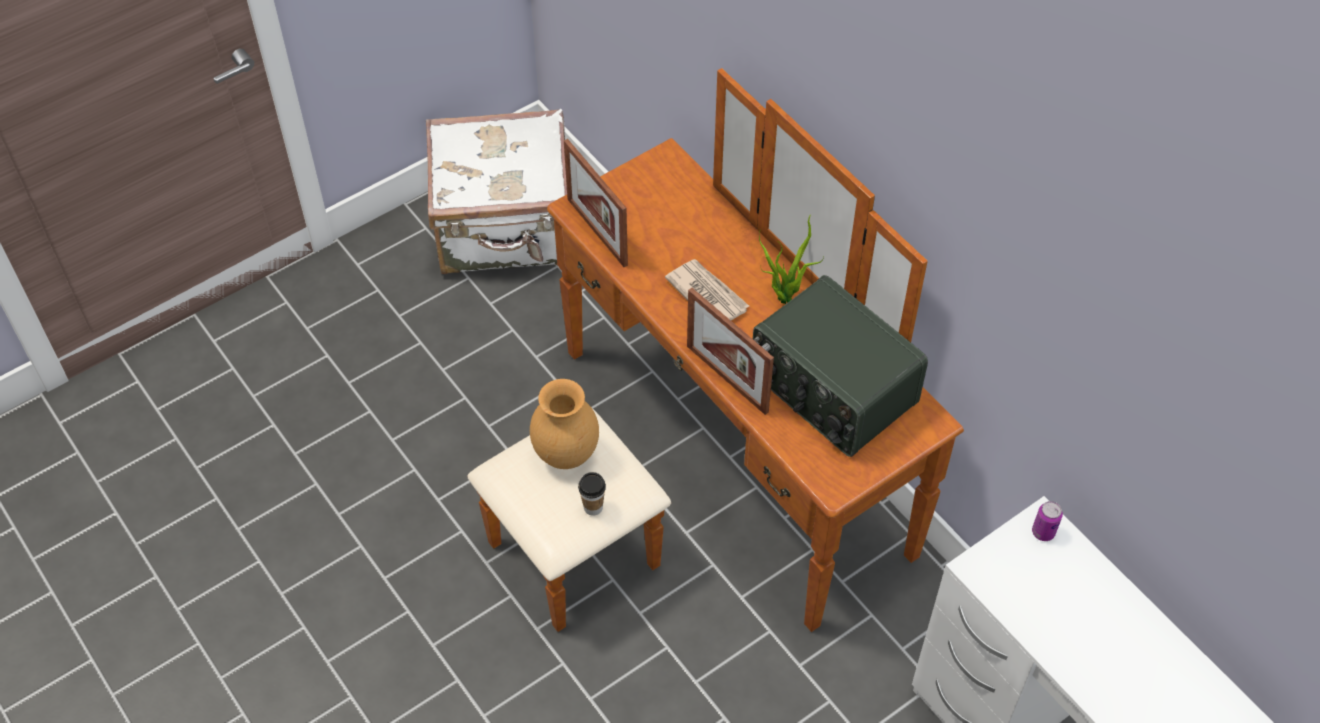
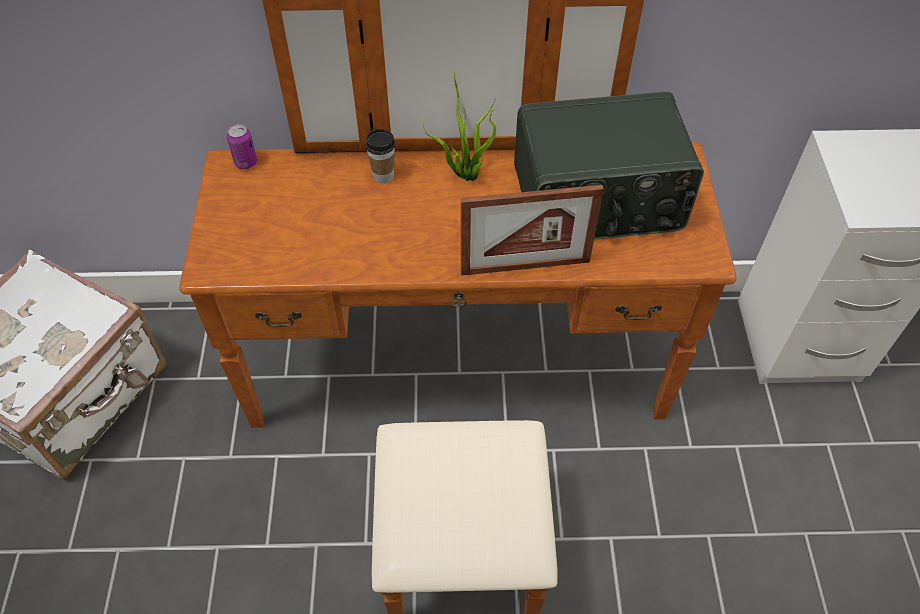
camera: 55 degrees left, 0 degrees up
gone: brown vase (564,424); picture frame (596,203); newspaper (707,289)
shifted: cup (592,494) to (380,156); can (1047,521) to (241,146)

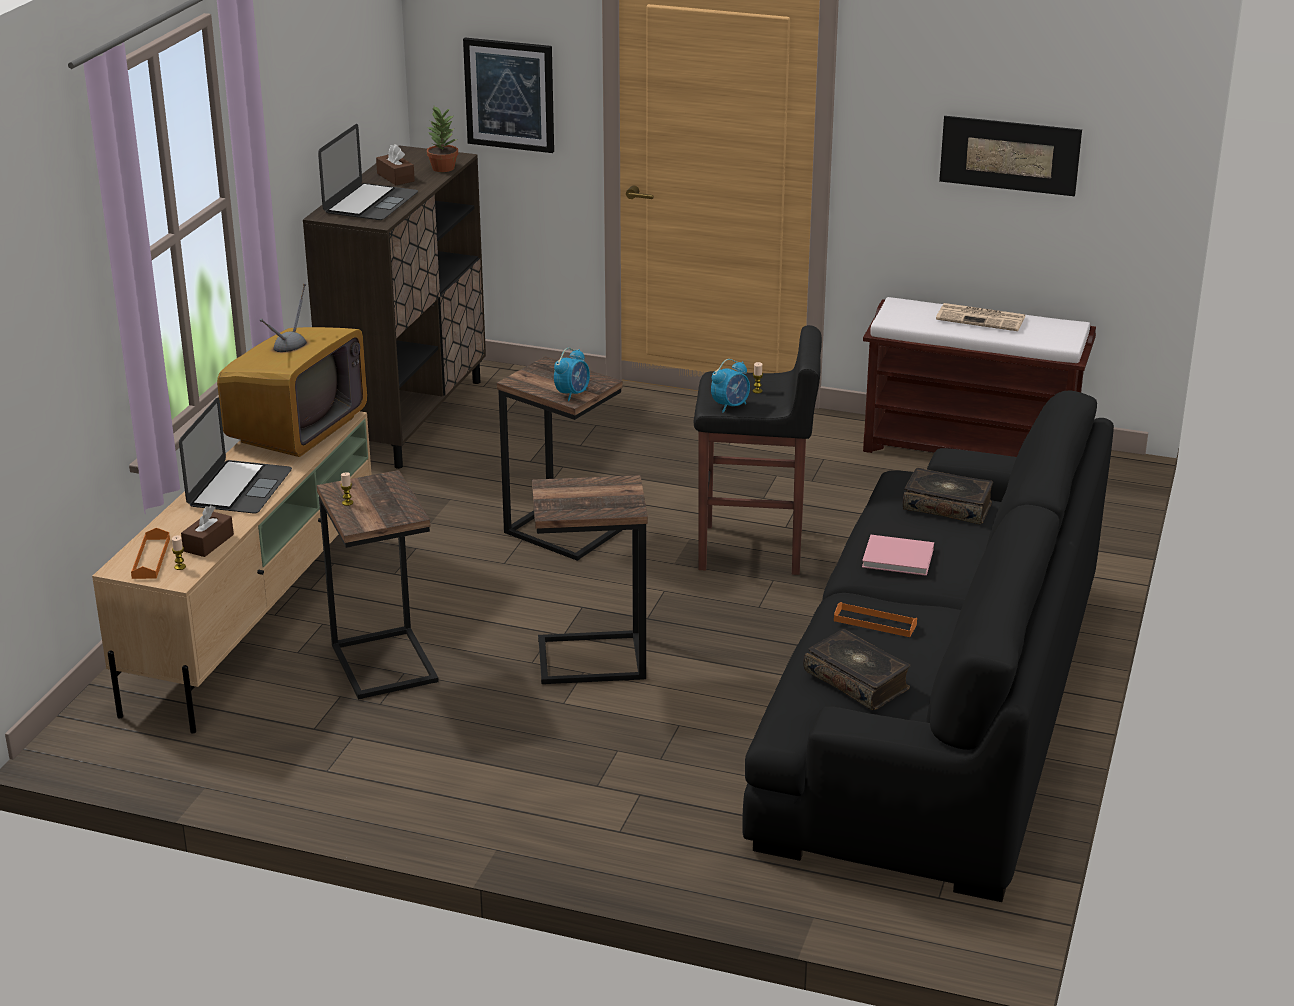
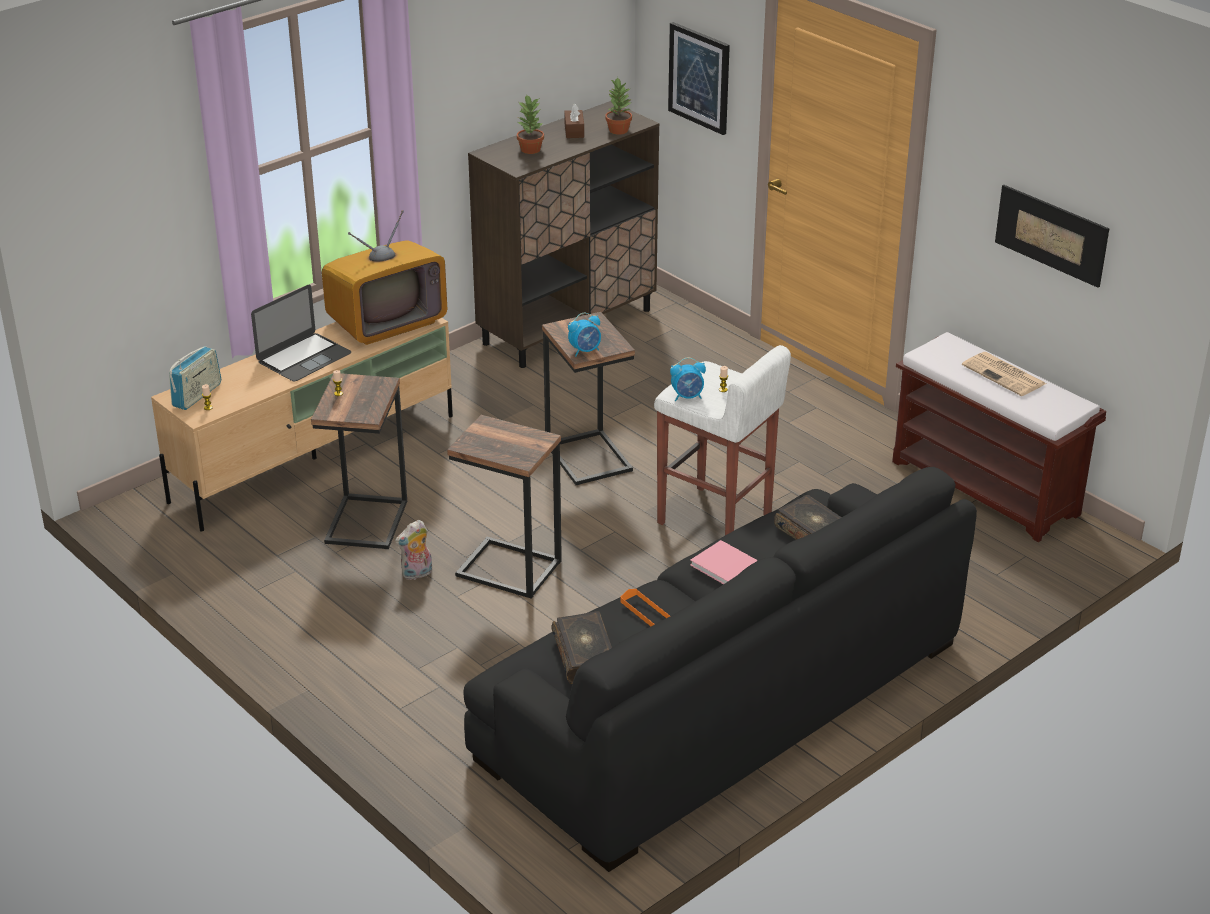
camera: 30 degrees right, 5 degrees up
gone: brown tissue box (207,531)
new: plush toy (413,550)
swapped: orange tray (150,553) to radio (195,378); laptop (368,172) to potted plant (530,124)
repainted: black stool (758,450) to white stool (722,440)

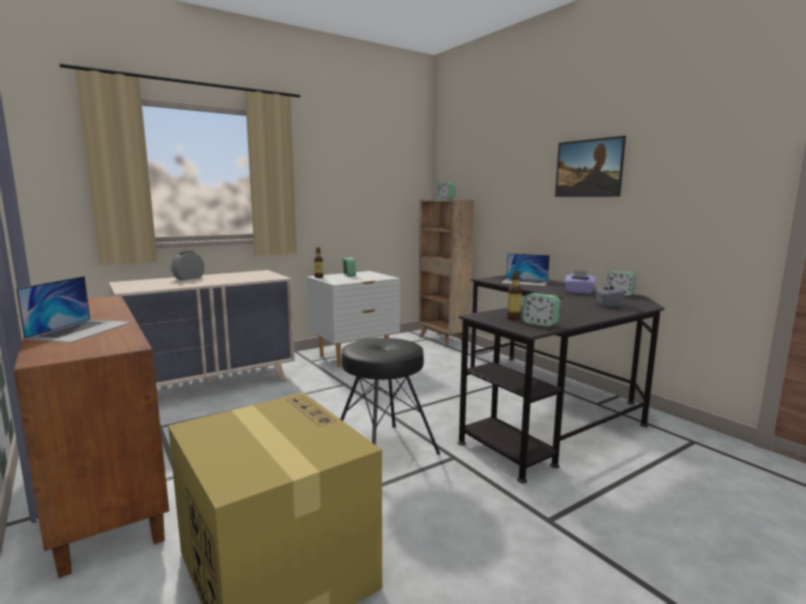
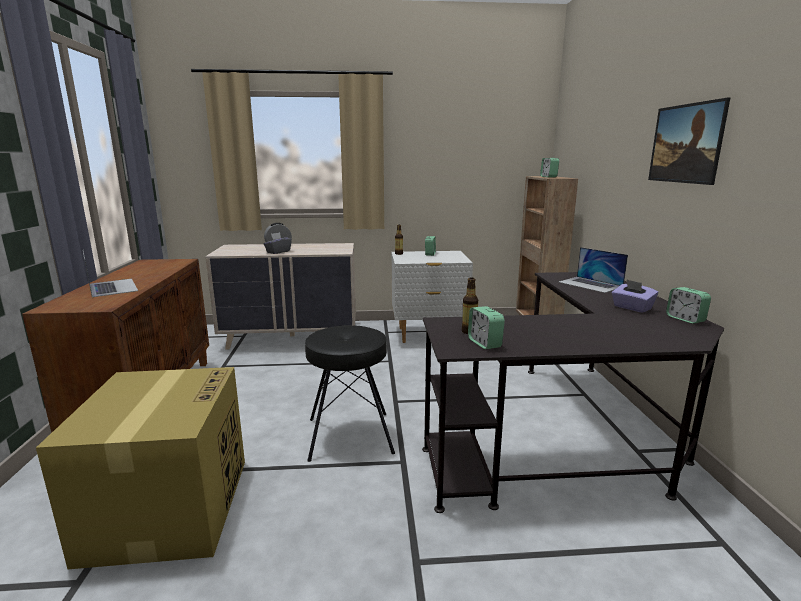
camera: 30 degrees right, 5 degrees up
shifted: grey tissue box (609,293) to (278,243)
rotated: laptop (73,309) = (110,274) 75 degrees counterclockwise

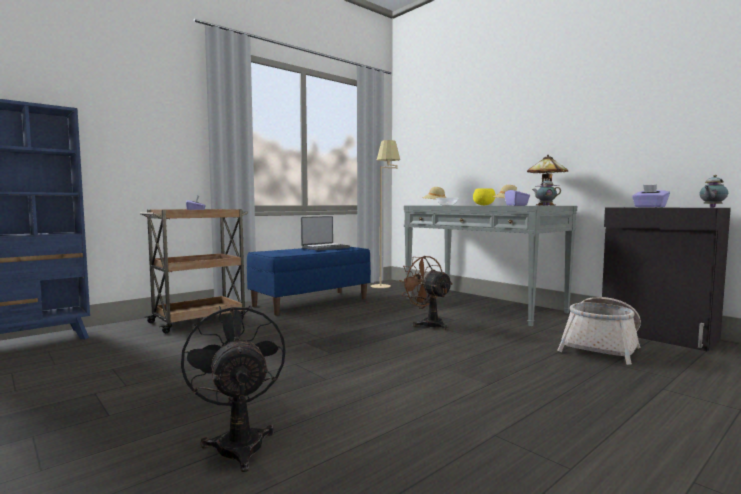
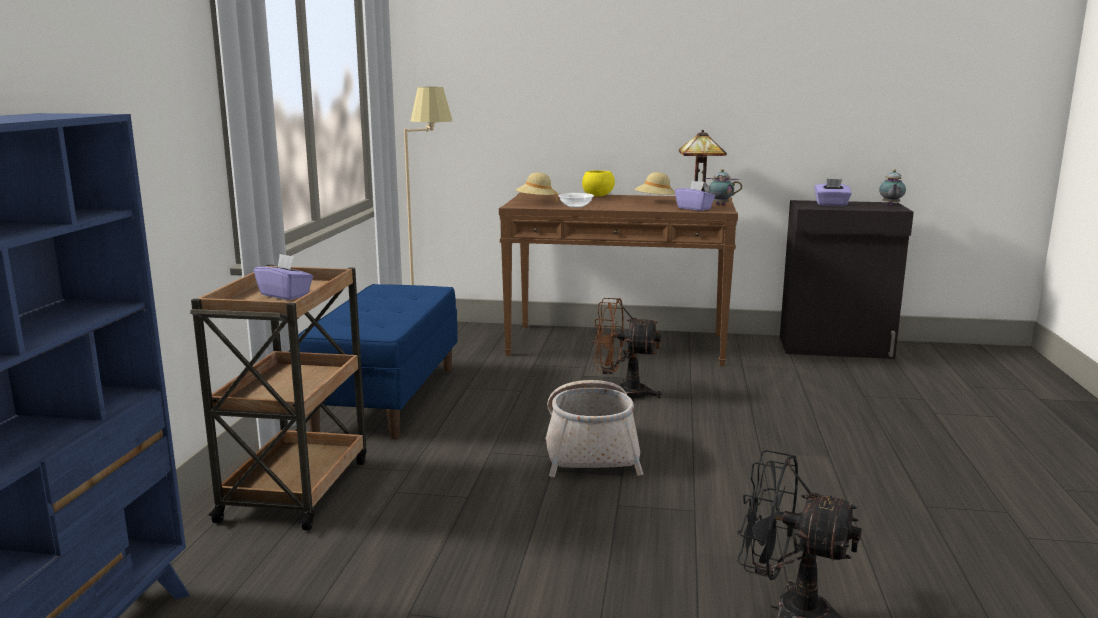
camera: 40 degrees left, 10 degrees up
gone: laptop (325,233)
shifted: basket (599,331) to (594,428)
repainted: grey console table (490,265) to brown console table (618,279)

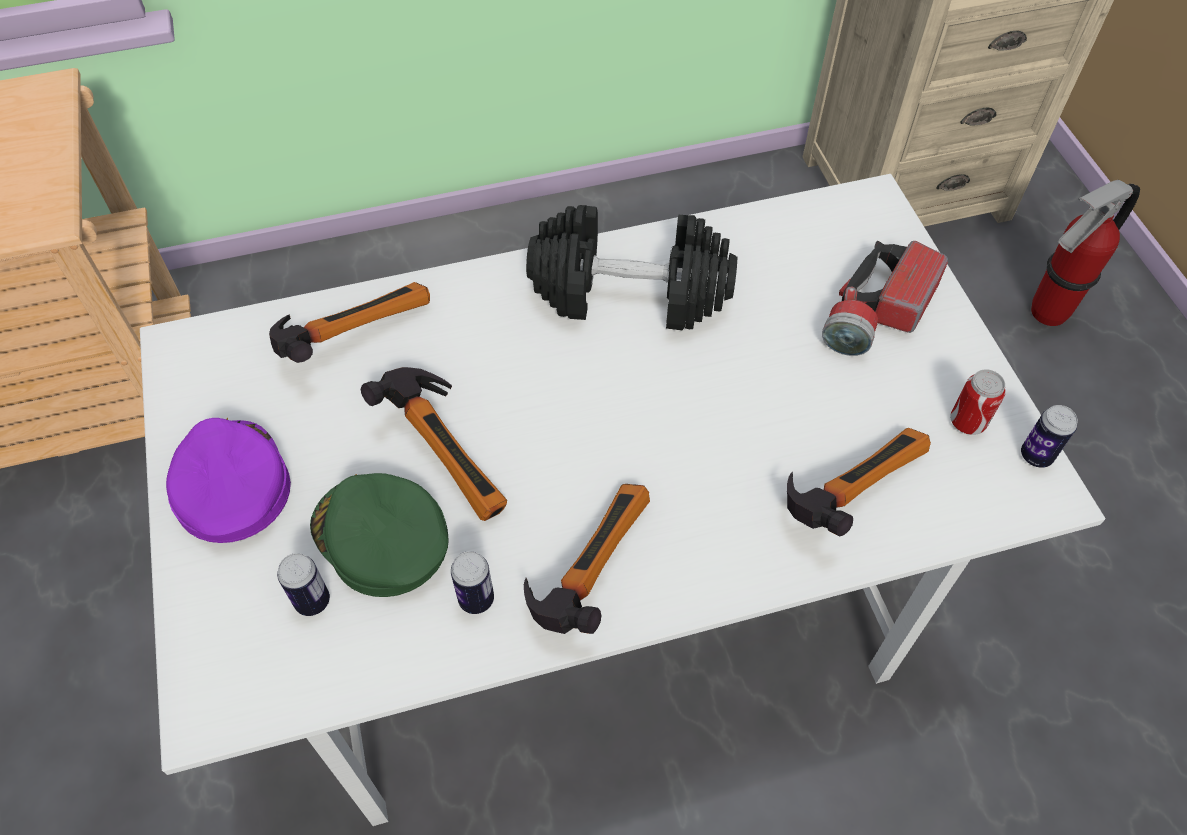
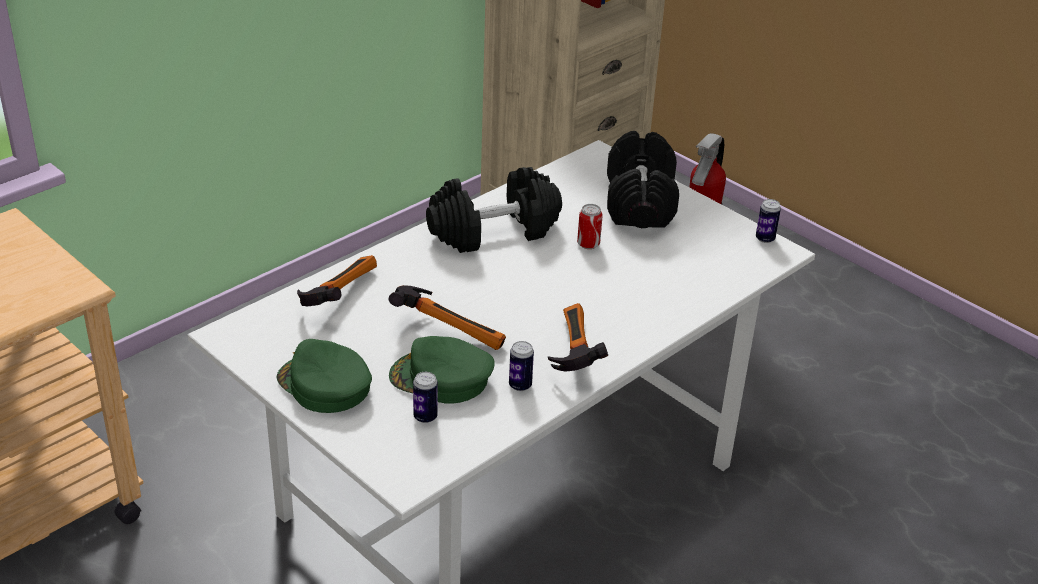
camera: 30 degrees left, 20 degrees down
gone: hammer (859,482)
shifted: can (977,402) to (590,226)
swapped: flashlight (885,298) to black dumbbell (643,179)
repainted: purple cap (228,480) to green cap (324,376)

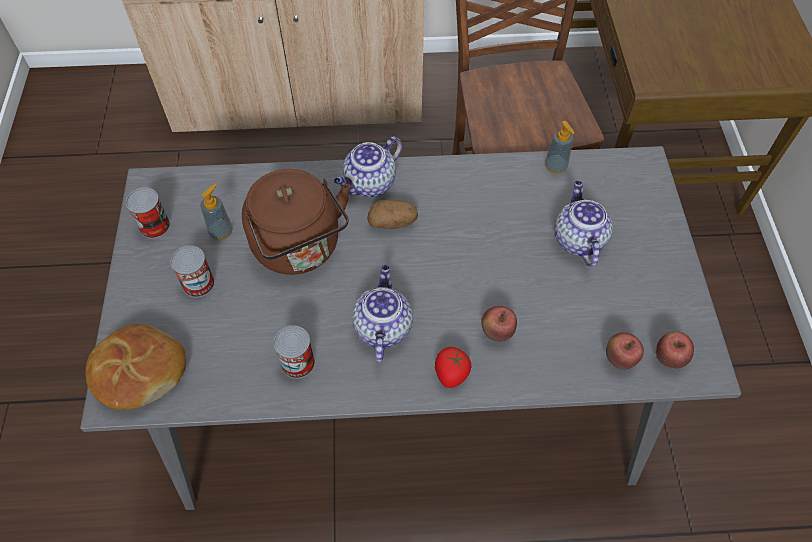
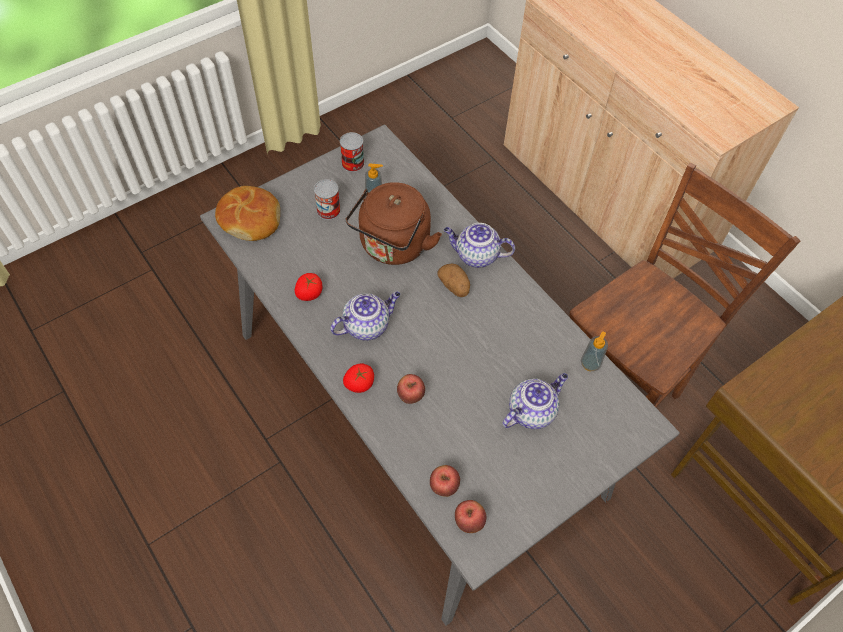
camera: 55 degrees right, 0 degrees up
swapped: can (294,352) to tomato (308,287)

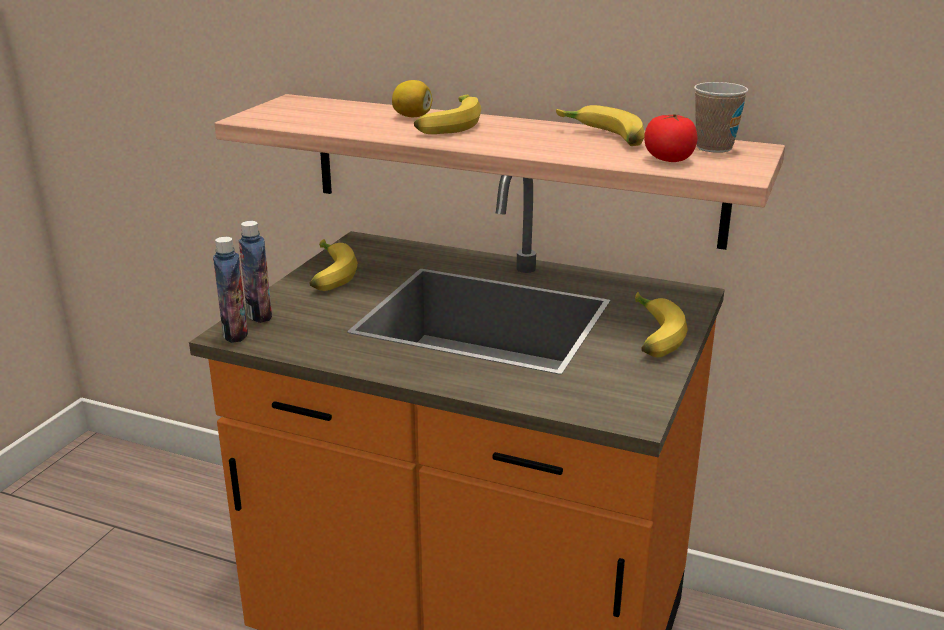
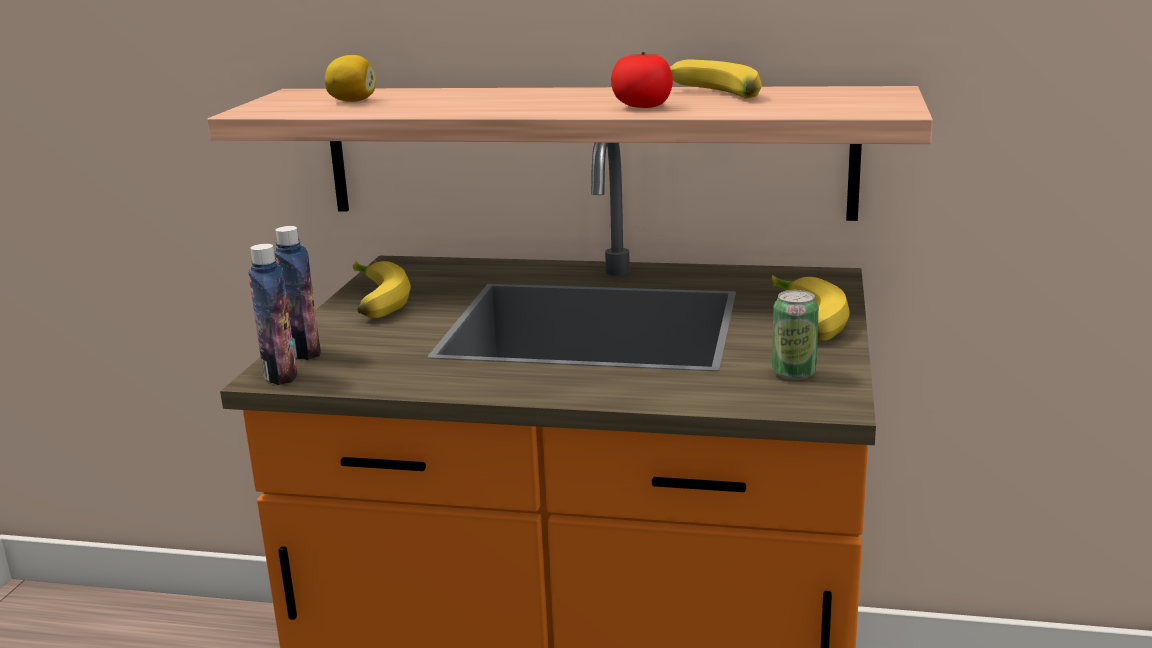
camera: 10 degrees left, 5 degrees down
gone: banana (447,114); cup (721,117)
new: can (795,335)
shifted: lemon (412,98) to (350,78); tomato (671,138) to (642,80)

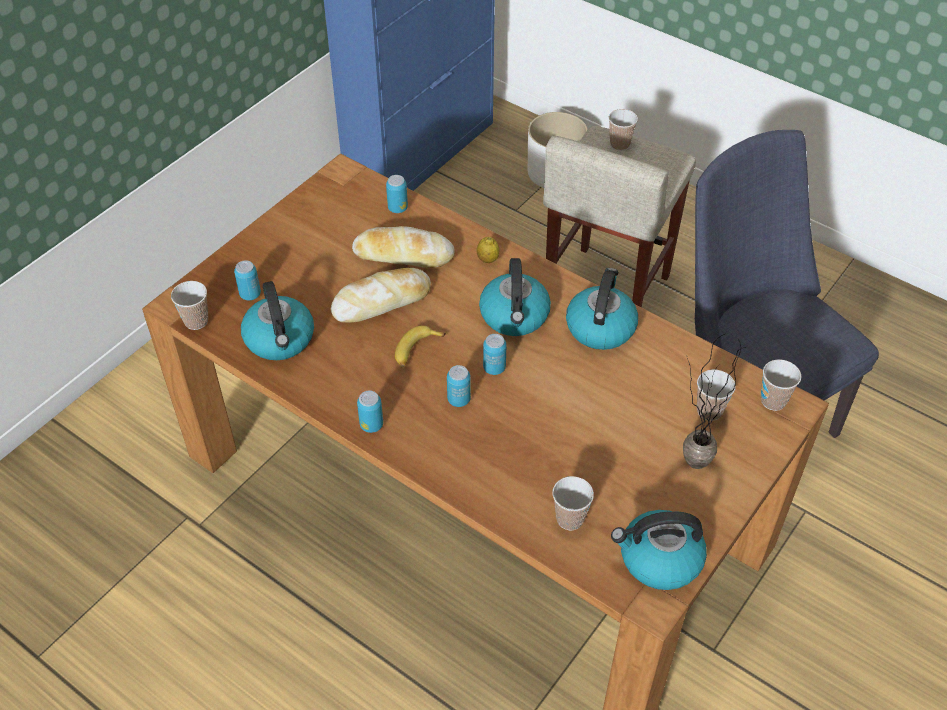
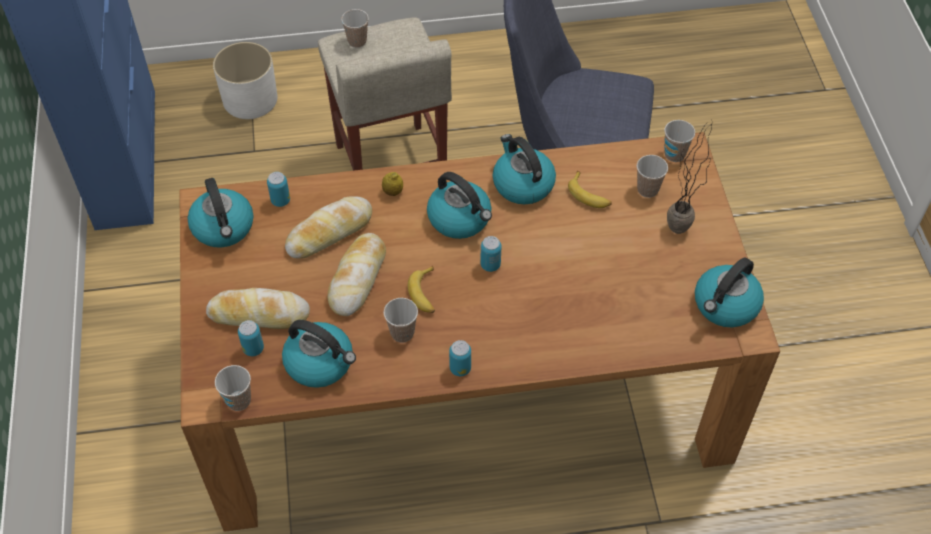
camera: 45 degrees left, 5 degrees up
gone: can (459,386)
new: kettle (221,212); bread (258,308); banana (590,189)
shifted: cup (573,503) to (401,320)

